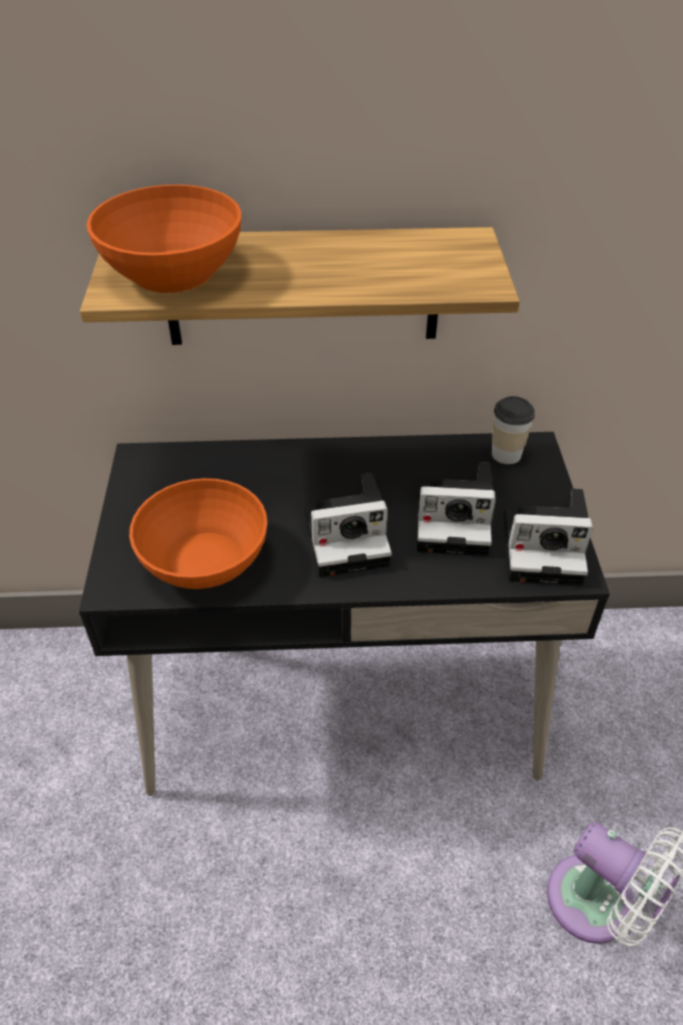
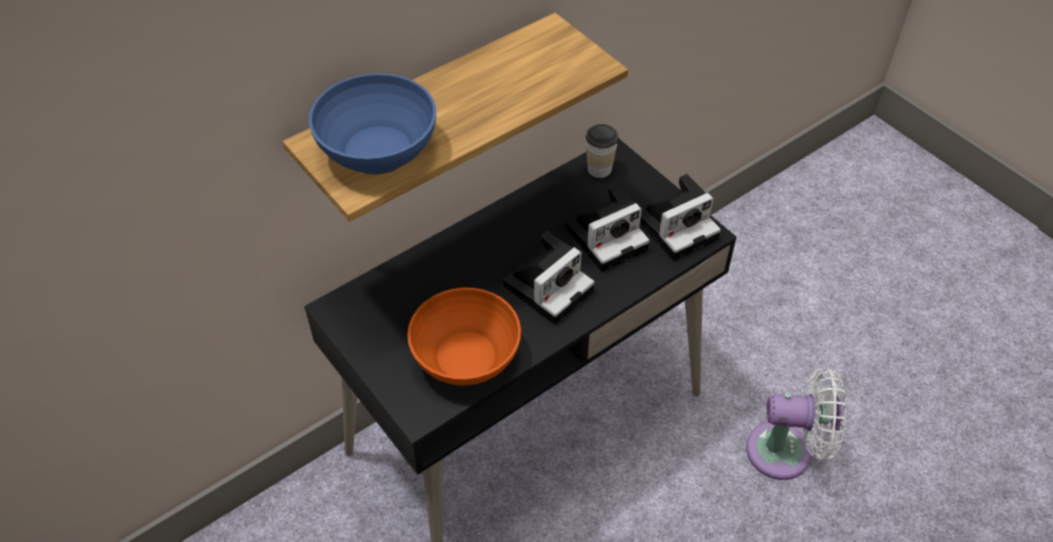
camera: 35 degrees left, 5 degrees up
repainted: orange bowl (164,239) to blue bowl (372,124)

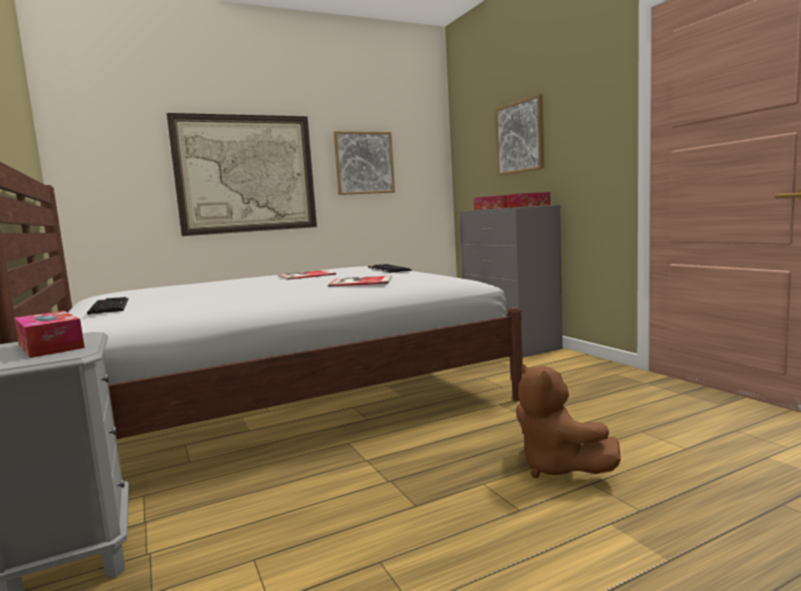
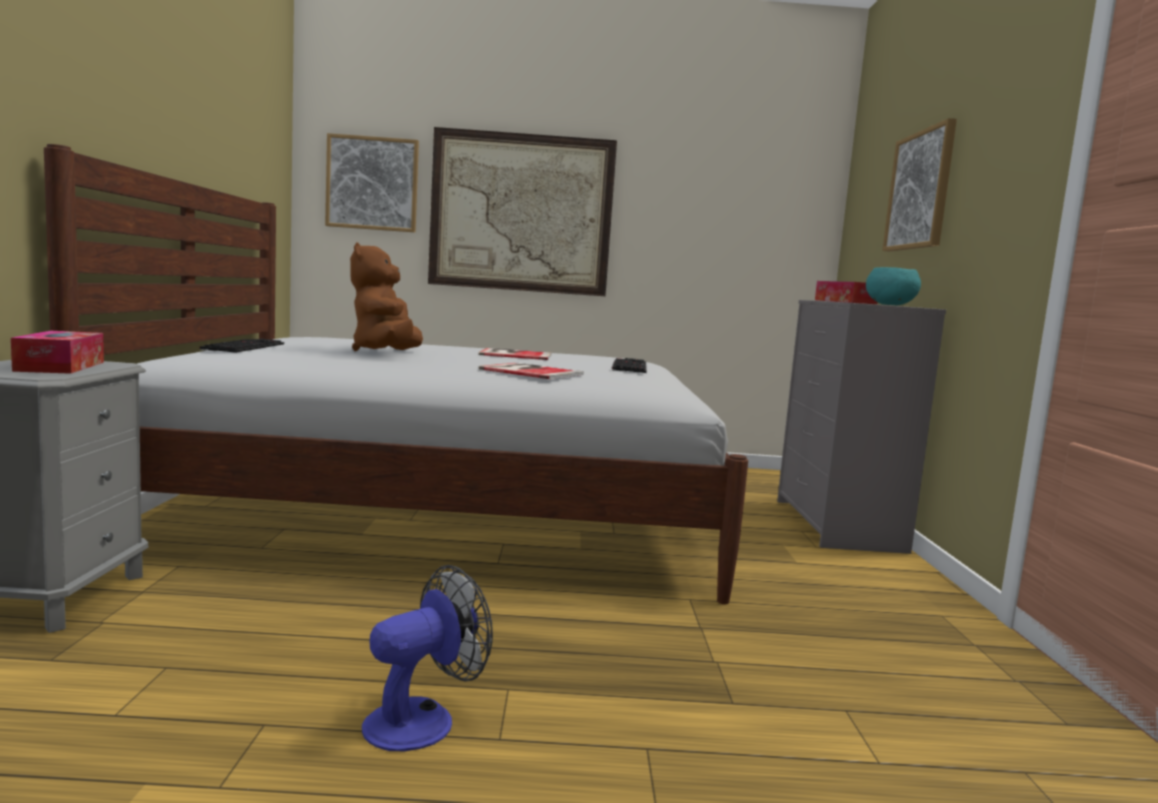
camera: 25 degrees right, 0 degrees up
new: fan (427,658)
shifted: picture (364,163) to (372,182); brown plush toy (568,421) to (386,296)
swapped: tissue box (528,200) to turquoise bowl (893,286)

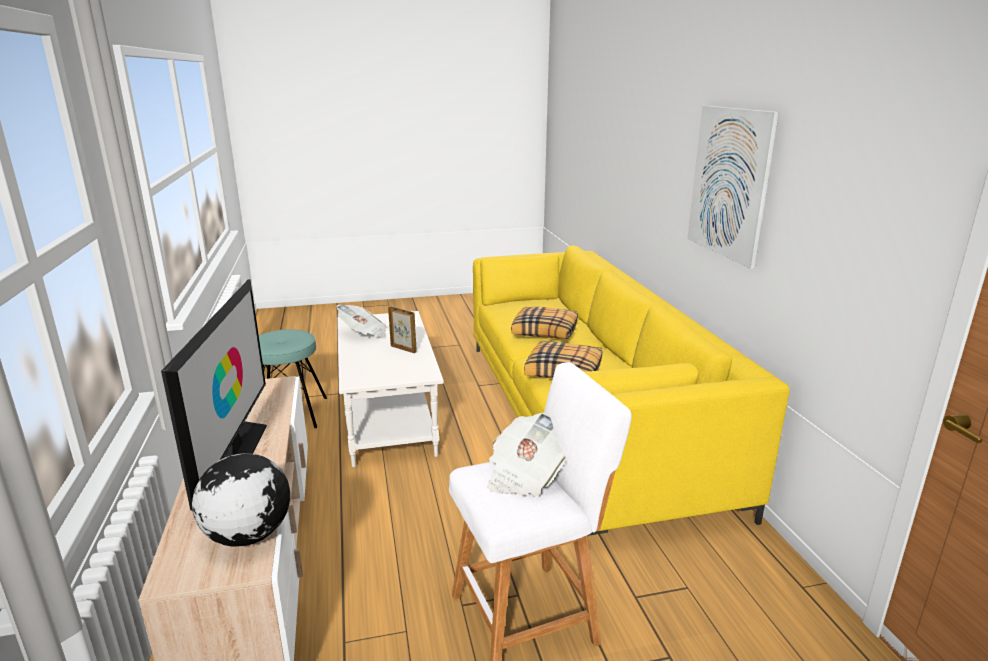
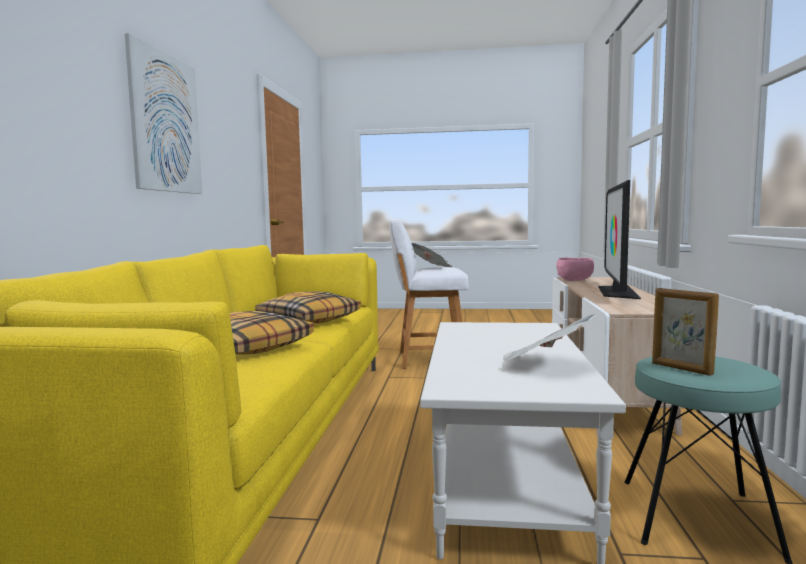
camera: 160 degrees left, 15 degrees down
shifted: picture frame (402,330) to (685,332)
swapped: globe (241,500) to pink bowl (575,269)

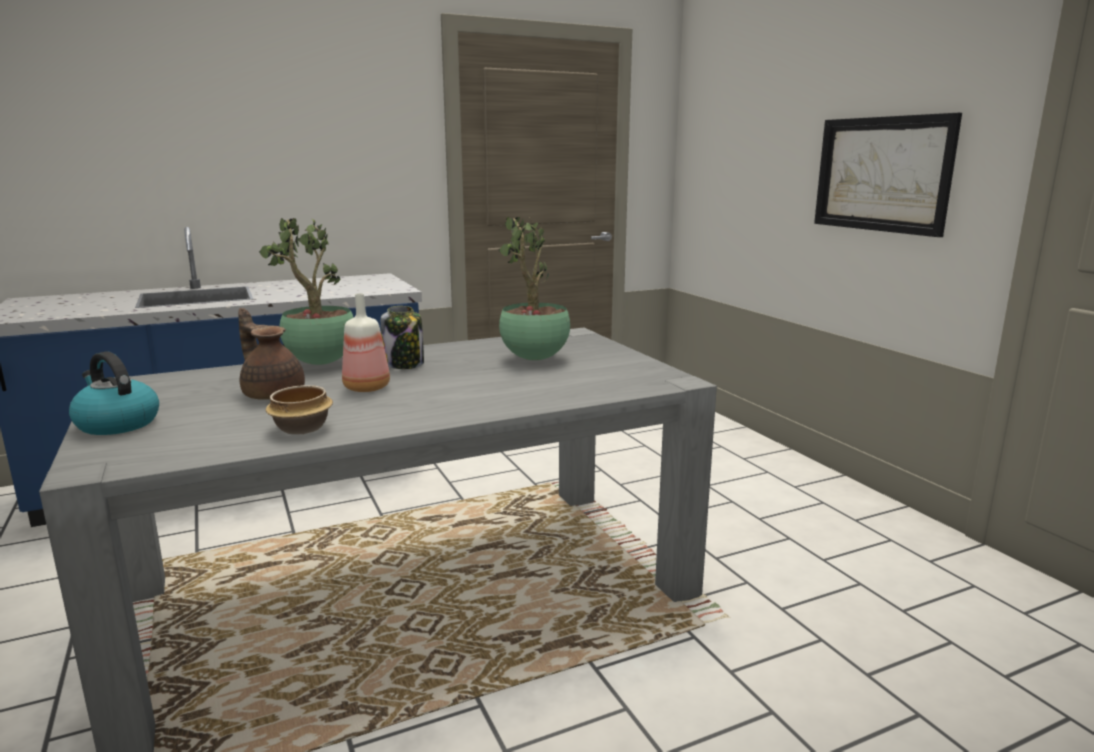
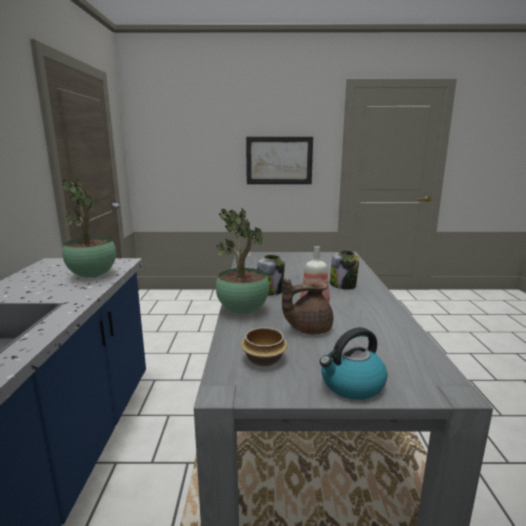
camera: 65 degrees left, 0 degrees up
new: jar (344,270)
shifted: bowl (299,410) to (264,347); potted plant (534,288) to (89,228)

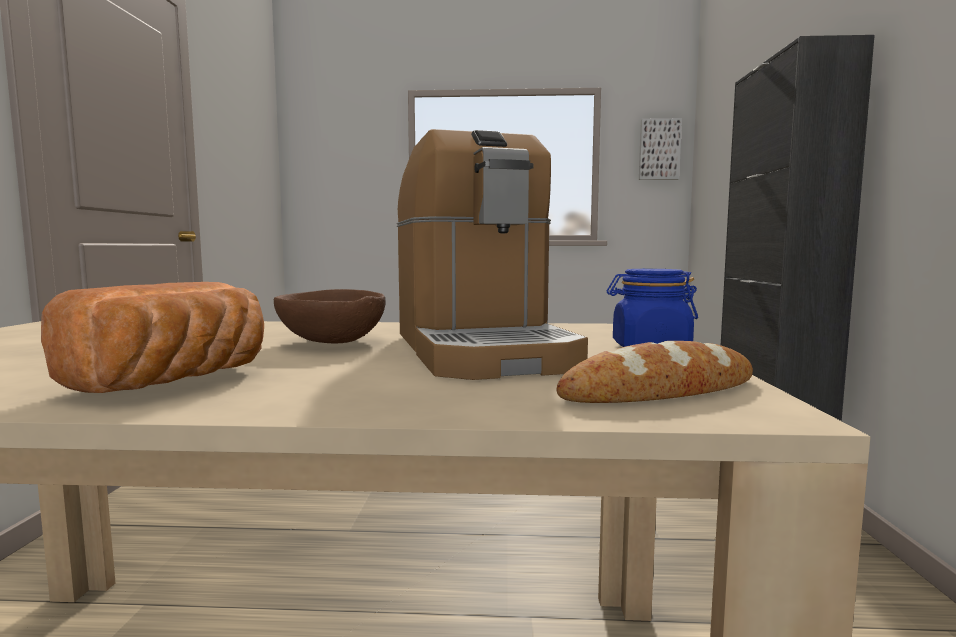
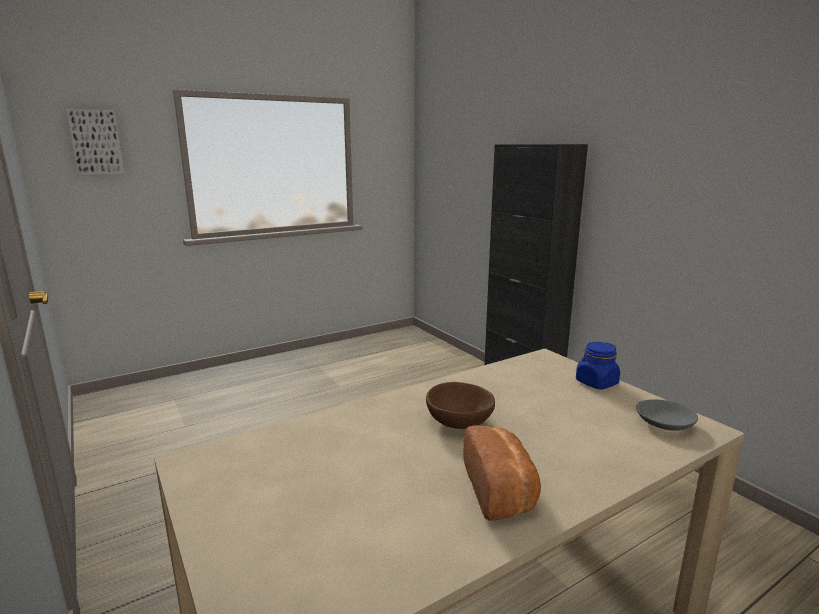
camera: 35 degrees left, 10 degrees up
gone: coffee machine (492,254)
shifted: picture (660,149) to (95,142)
swapped: bread (654,372) to grey bowl (667,415)

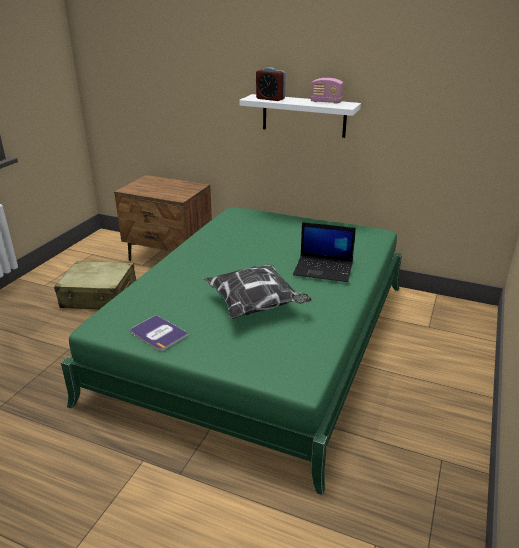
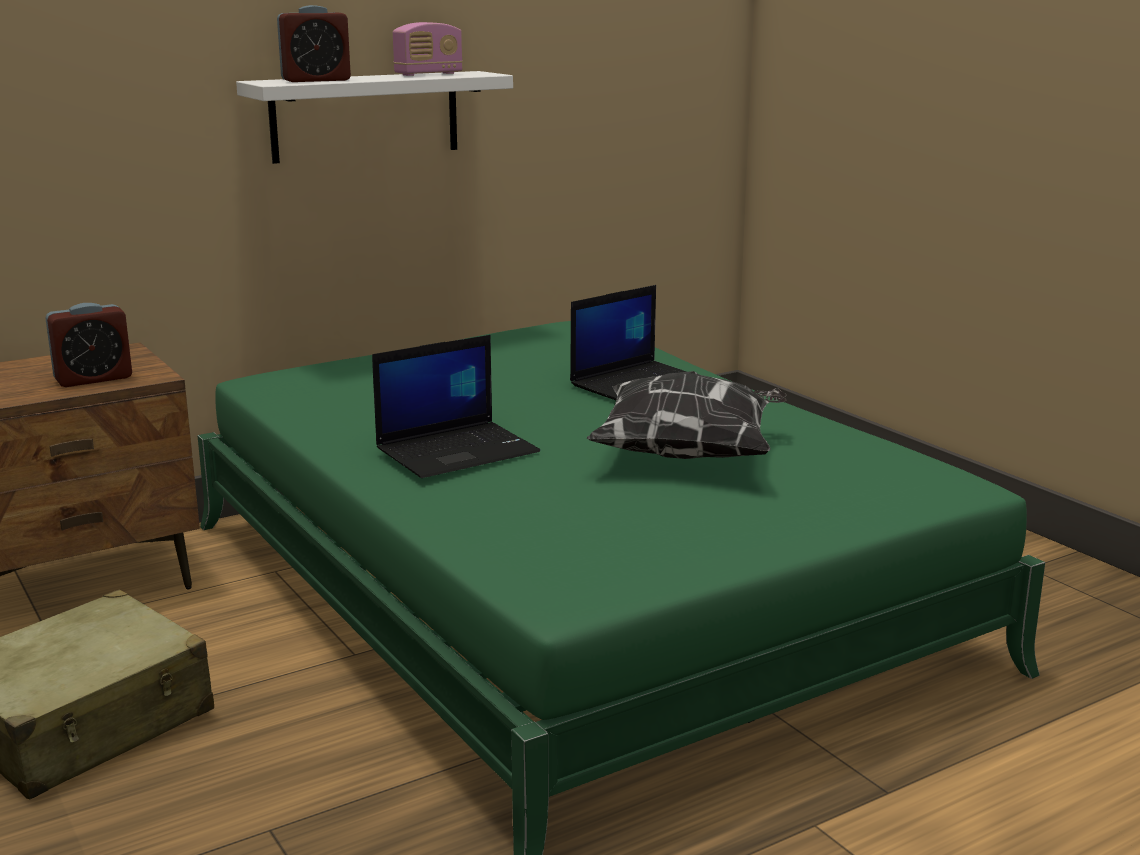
camera: 55 degrees left, 10 degrees down
gone: book (159,333)
new: alarm clock (88,345); laptop (456,406)

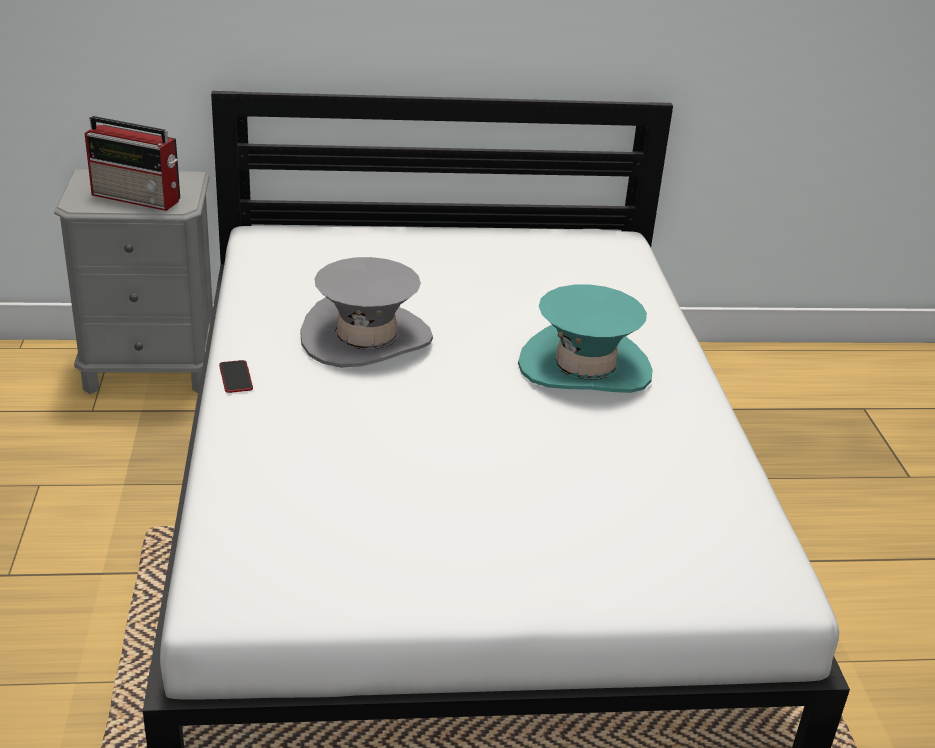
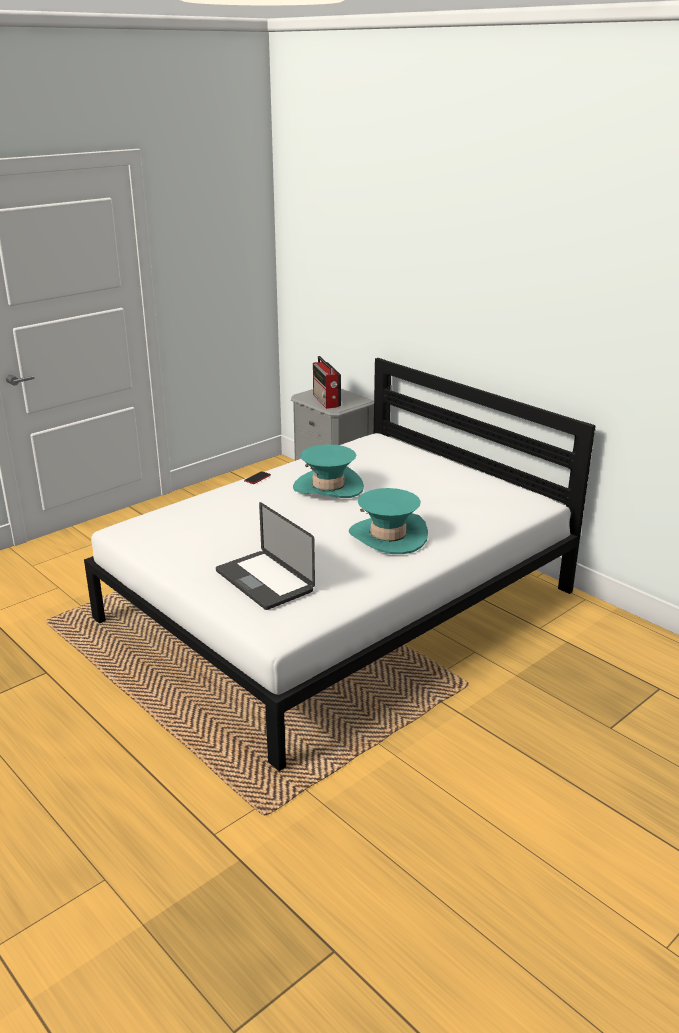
camera: 55 degrees right, 5 degrees down
new: laptop (265,556)
repainted: grey hat (366,312) to turquoise hat (328,471)

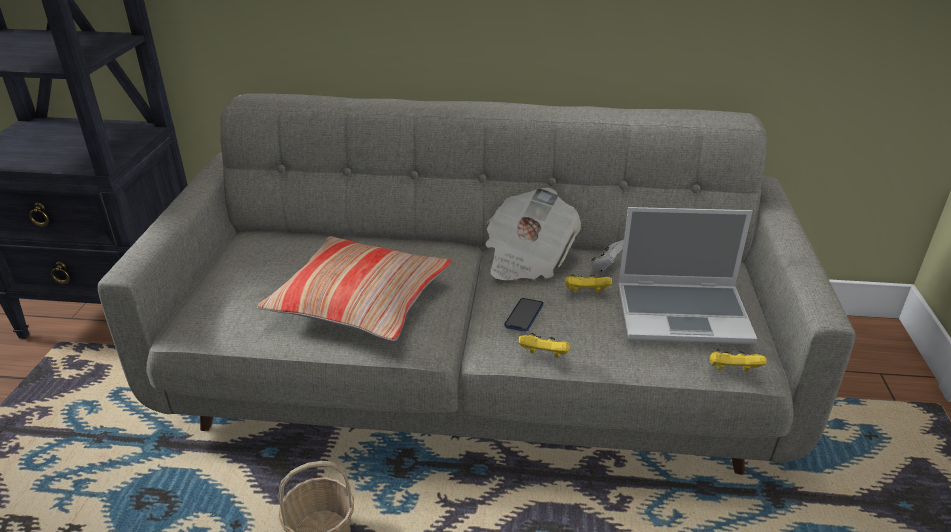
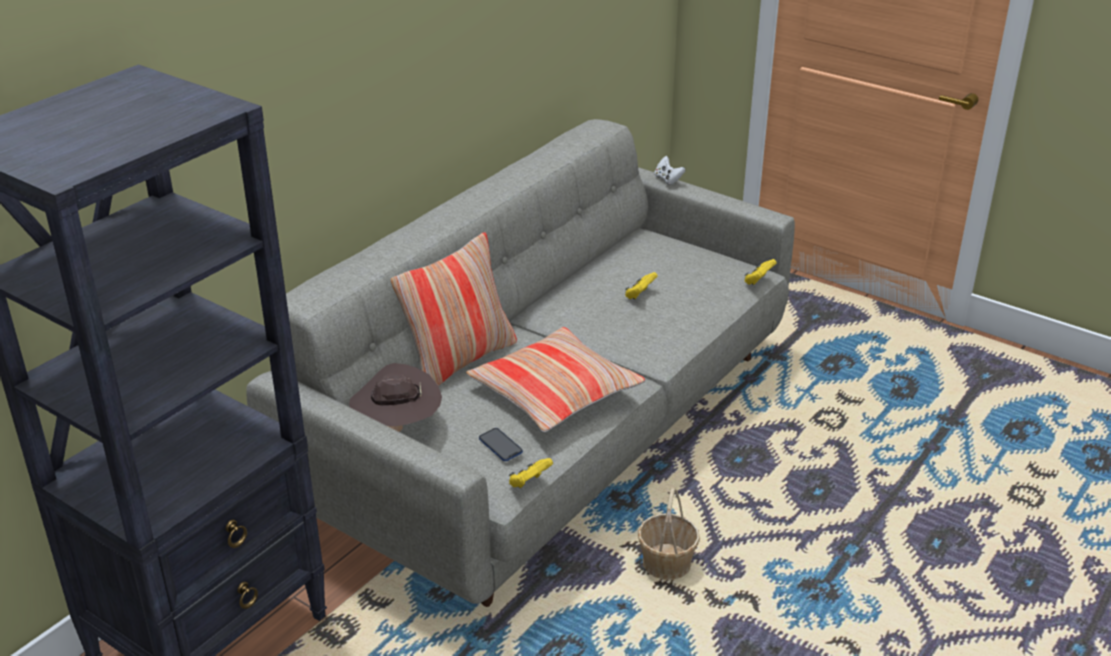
camera: 60 degrees left, 0 degrees up
gone: newspaper (533,234); laptop (687,275)
new: brown hat (395,397); pillow (453,309)
shifted: phone (523,315) to (501,444); yellow game controller (544,345) to (531,473); white game controller (607,255) to (669,170)

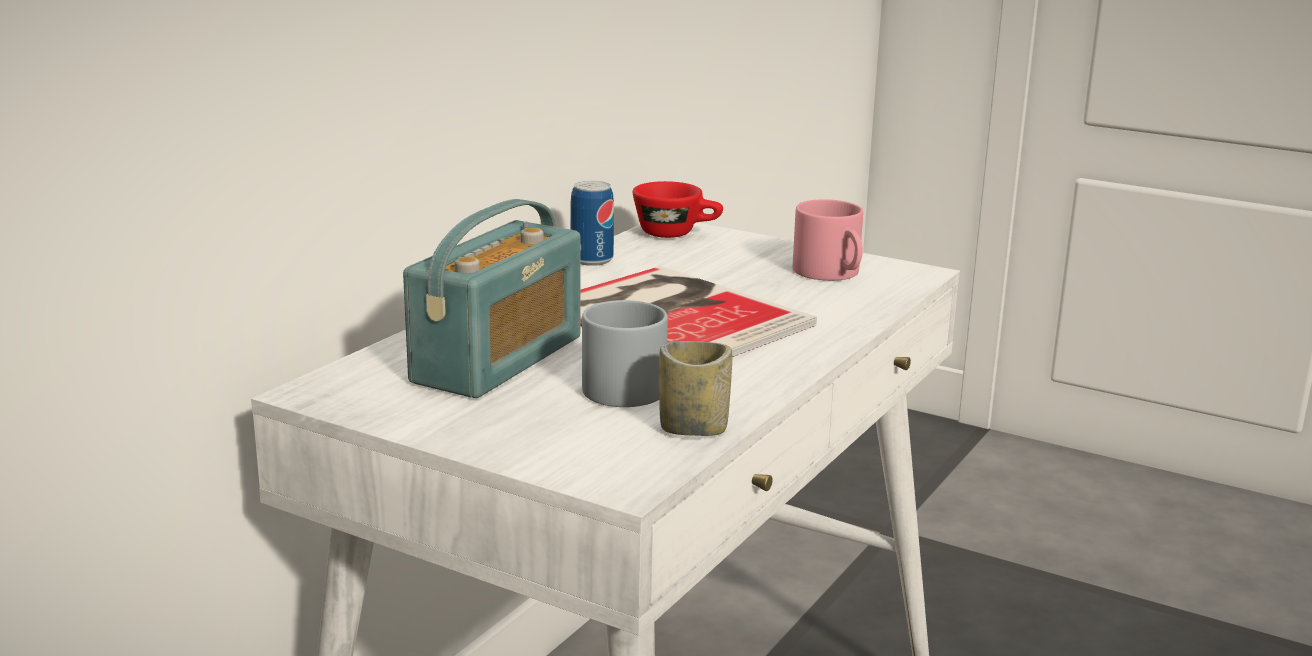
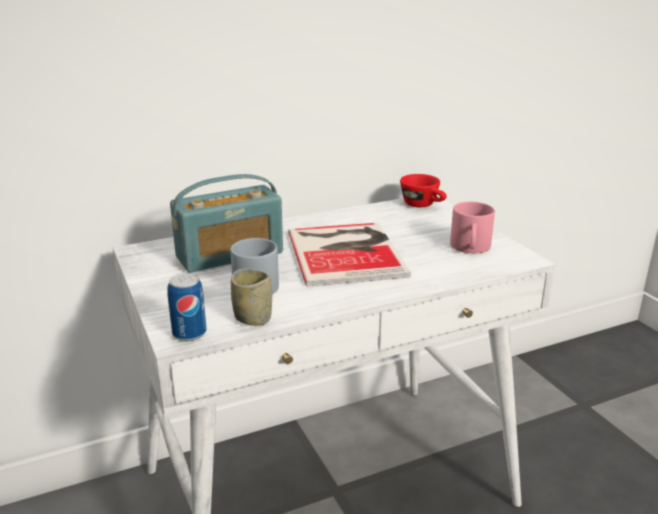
camera: 35 degrees right, 5 degrees up
shifted: can (592,223) to (187,307)

